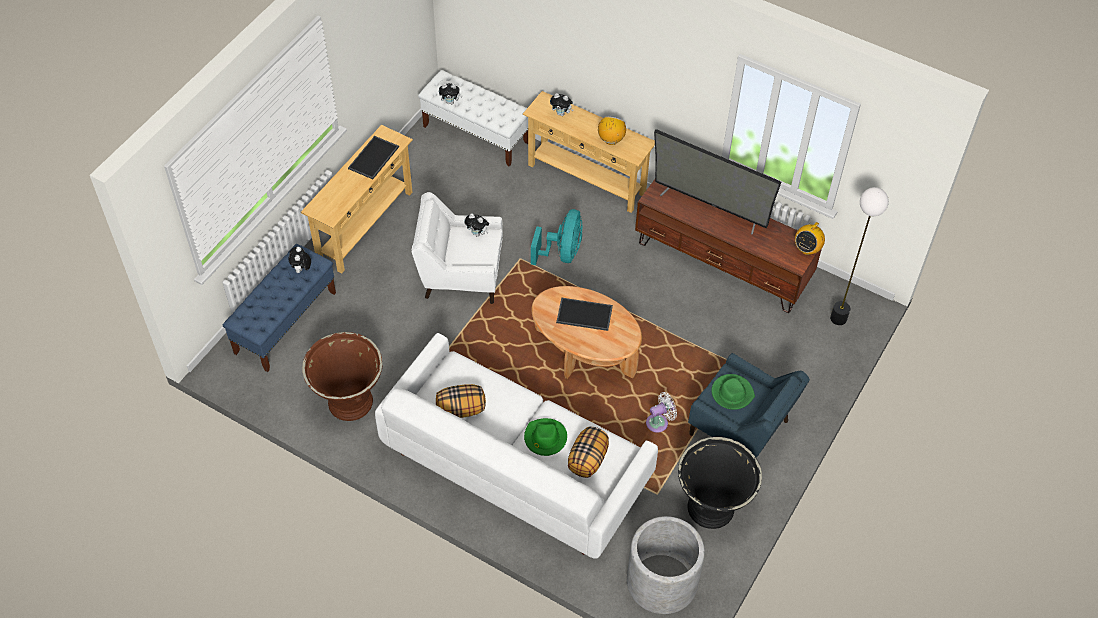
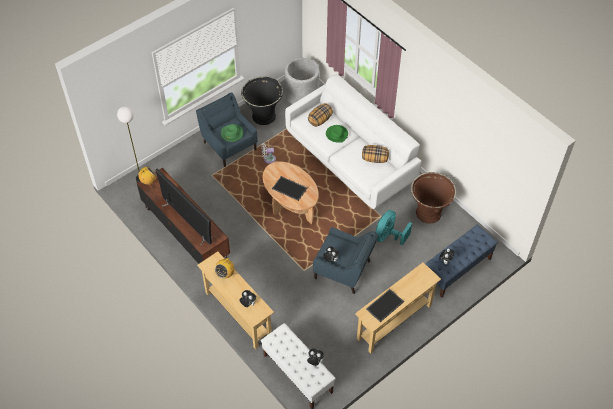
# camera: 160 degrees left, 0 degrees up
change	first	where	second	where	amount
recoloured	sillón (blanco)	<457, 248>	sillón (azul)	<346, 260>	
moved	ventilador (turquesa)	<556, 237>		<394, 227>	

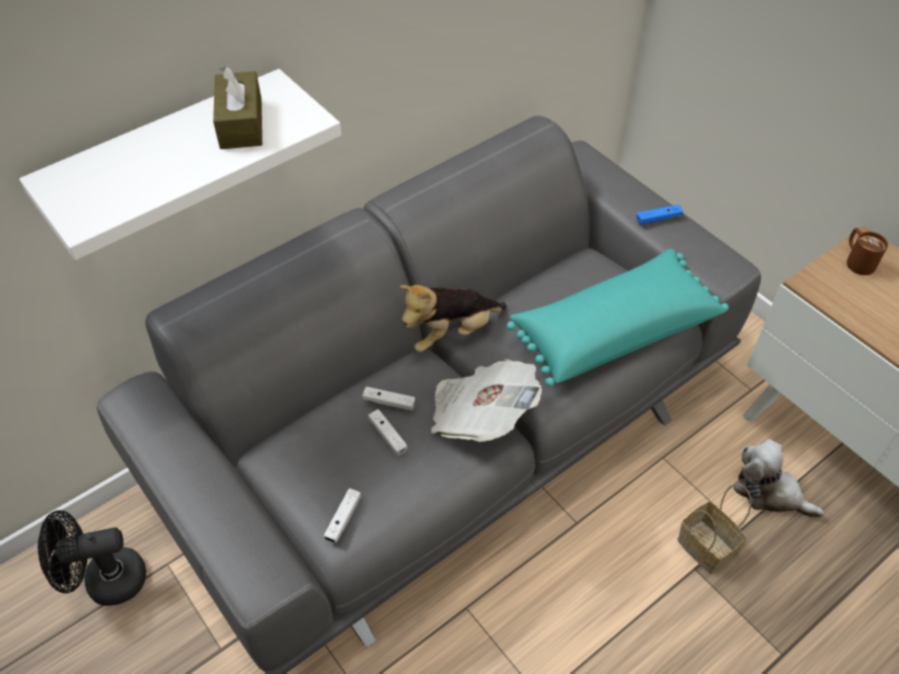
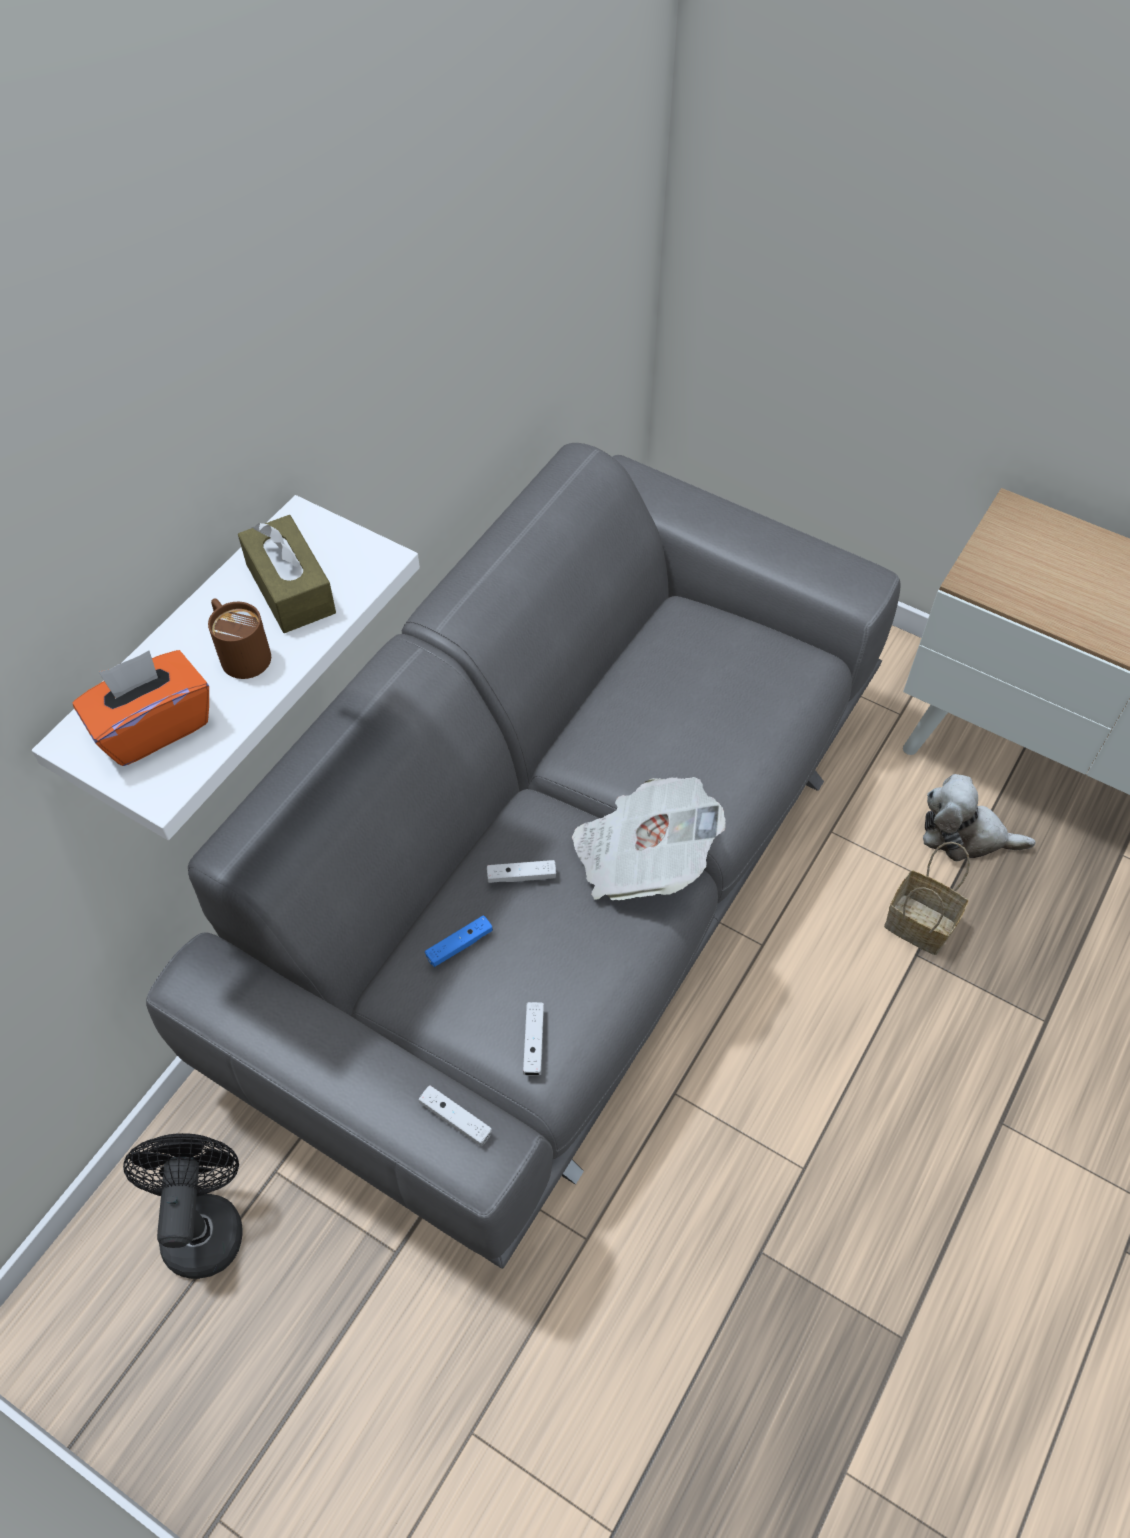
# camera: 20 degrees left, 5 degrees up
change	first	where	second	where	amount
moved	mando de consola (azul)	<659, 215>		<459, 941>	
moved	taza grande (marrón)	<867, 251>		<239, 638>	
removed	cojín (turquesa)	<618, 318>			
removed	peluche	<453, 318>			
moved	mando de consola (blanco)	<387, 432>		<455, 1115>	
turned	ventilador (negro)	<92, 558>		<182, 1206>	120 degrees clockwise
added			caja de pañuelos (naranja)	<141, 708>	

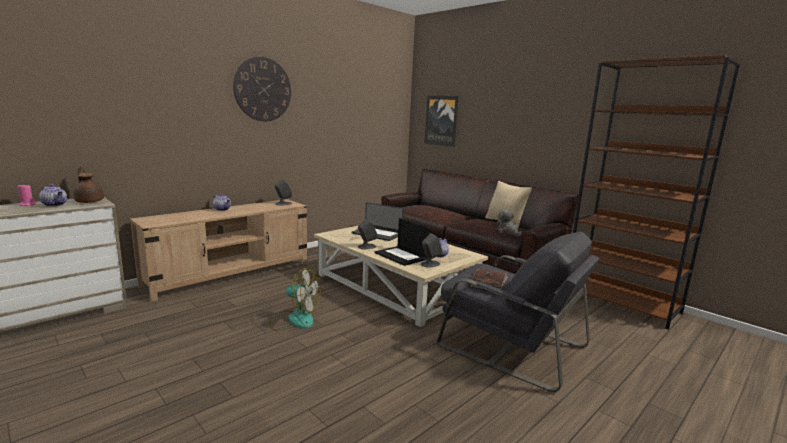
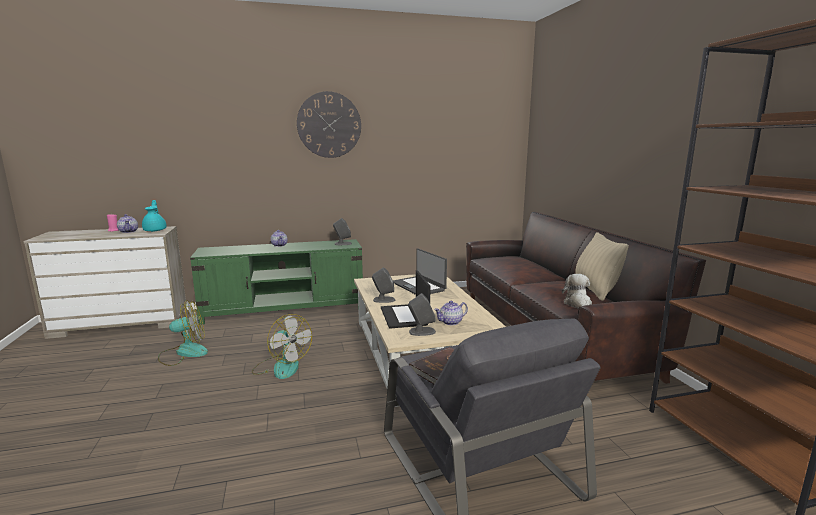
# camera: 30 degrees right, 0 degrees up
change	first	where	second	where	amount
removed	cuadro	<441, 121>			
recoloured	tetera (marrón)	<88, 184>	tetera (turquesa)	<154, 216>	
recoloured	mueble de televisión (beis)	<218, 250>	mueble de televisión (verde)	<276, 282>	
added			ventilador	<183, 333>	

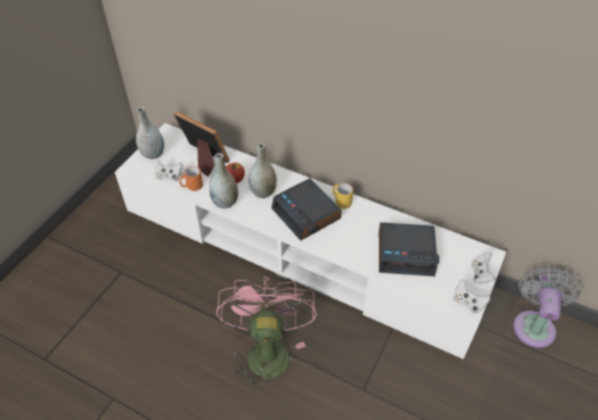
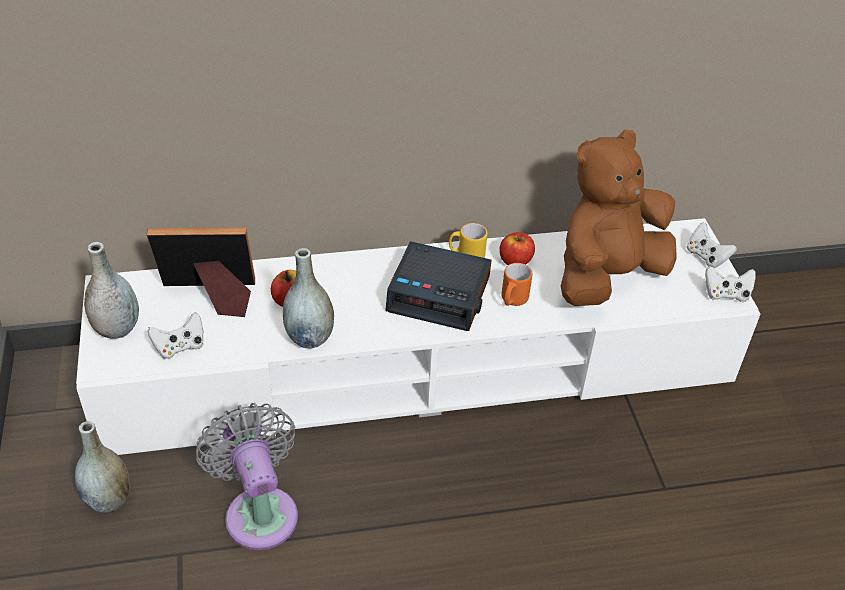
# camera: 40 degrees left, 5 degrees down
change	first	where	second	where	amount
moved	florero (gris)	<262, 170>		<102, 467>	
moved	taza grande (naranja)	<191, 178>		<517, 284>	
replaced	despertador	<409, 249>	peluche (marrón)	<619, 217>	
moved	ventilador (gris)	<547, 307>		<247, 476>	
removed	ventilador (rosa)	<266, 333>			
added			manzana	<517, 248>	

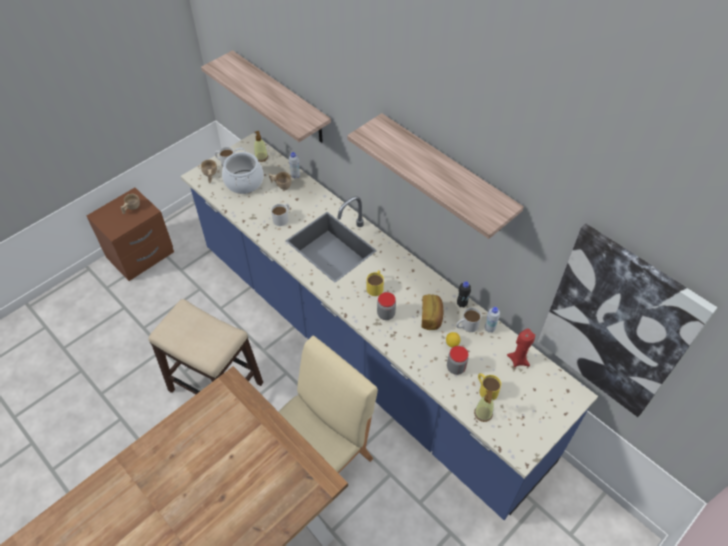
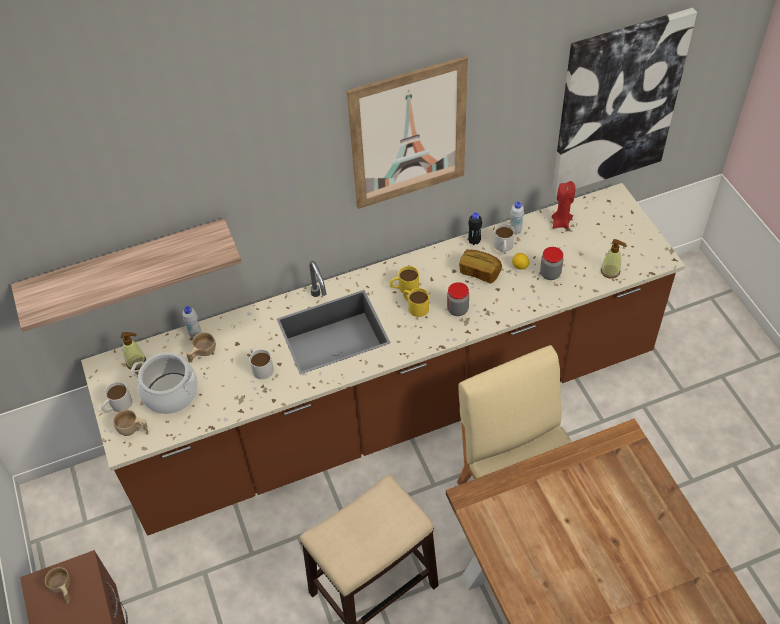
# camera: 65 degrees left, 0 degrees up
change	first	where	second	where	amount
replaced	estante	<435, 176>	cuadro	<407, 132>	
recoloured	mueble bajo de cocina (azul)	<389, 326>	mueble bajo de cocina (marrón)	<383, 359>	
moved	taza grande (amarillo)	<489, 386>		<404, 280>	

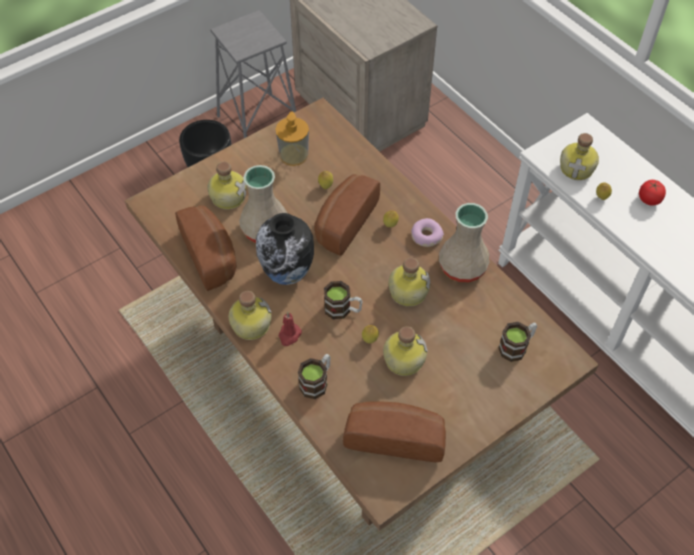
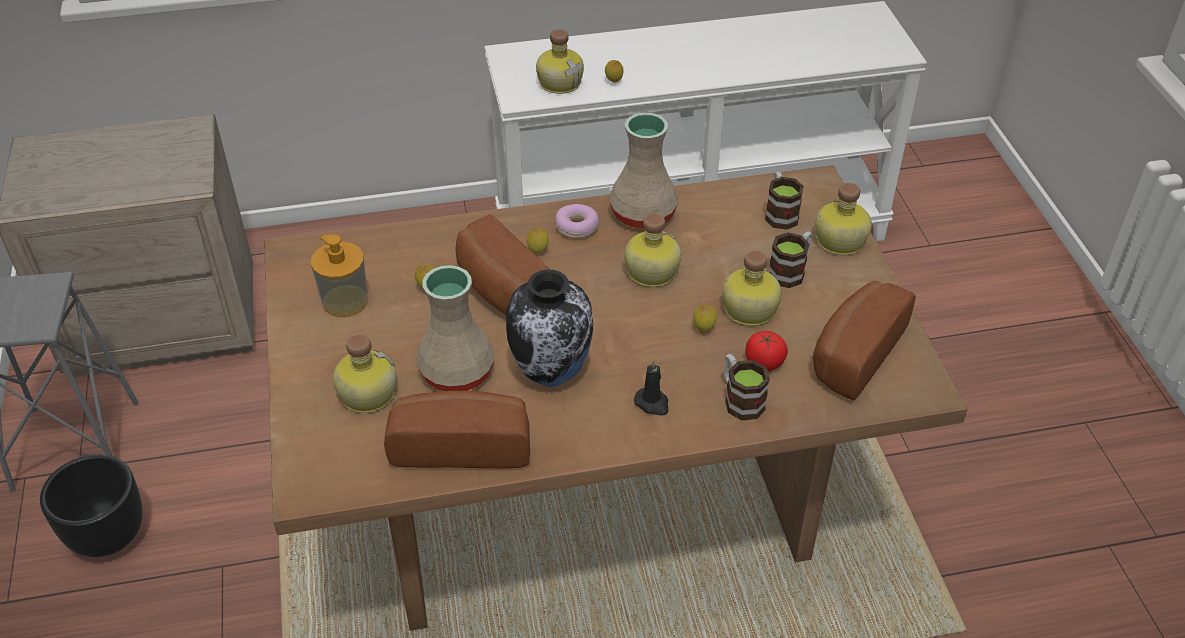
# camera: 65 degrees left, 10 degrees down
change	first	where	second	where	amount
moved	tomate	<652, 192>		<766, 351>	
moved	taza grande	<343, 300>		<790, 259>	
moved	botella	<250, 315>		<843, 219>	
recoloured	vela (rojo)	<290, 329>	vela (negro)	<651, 387>	

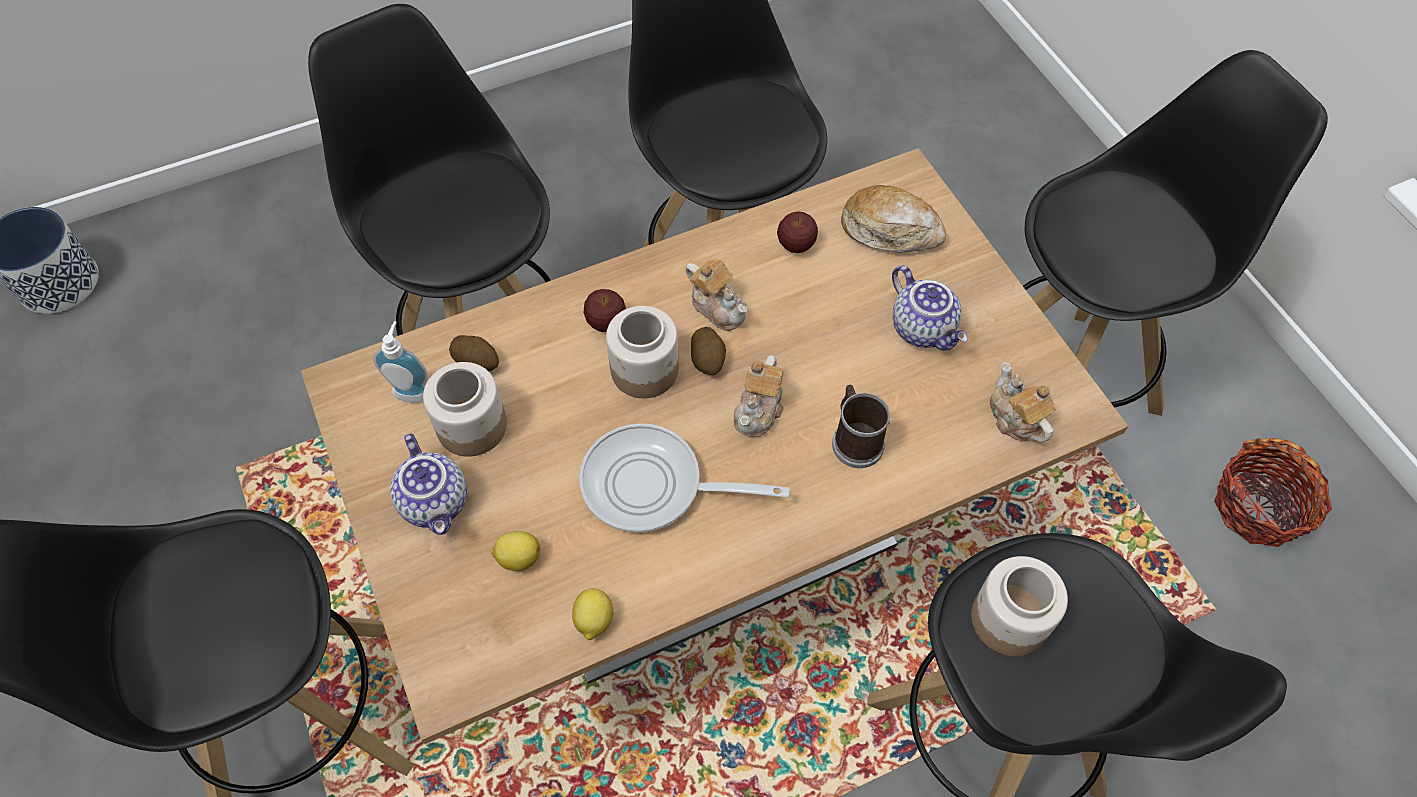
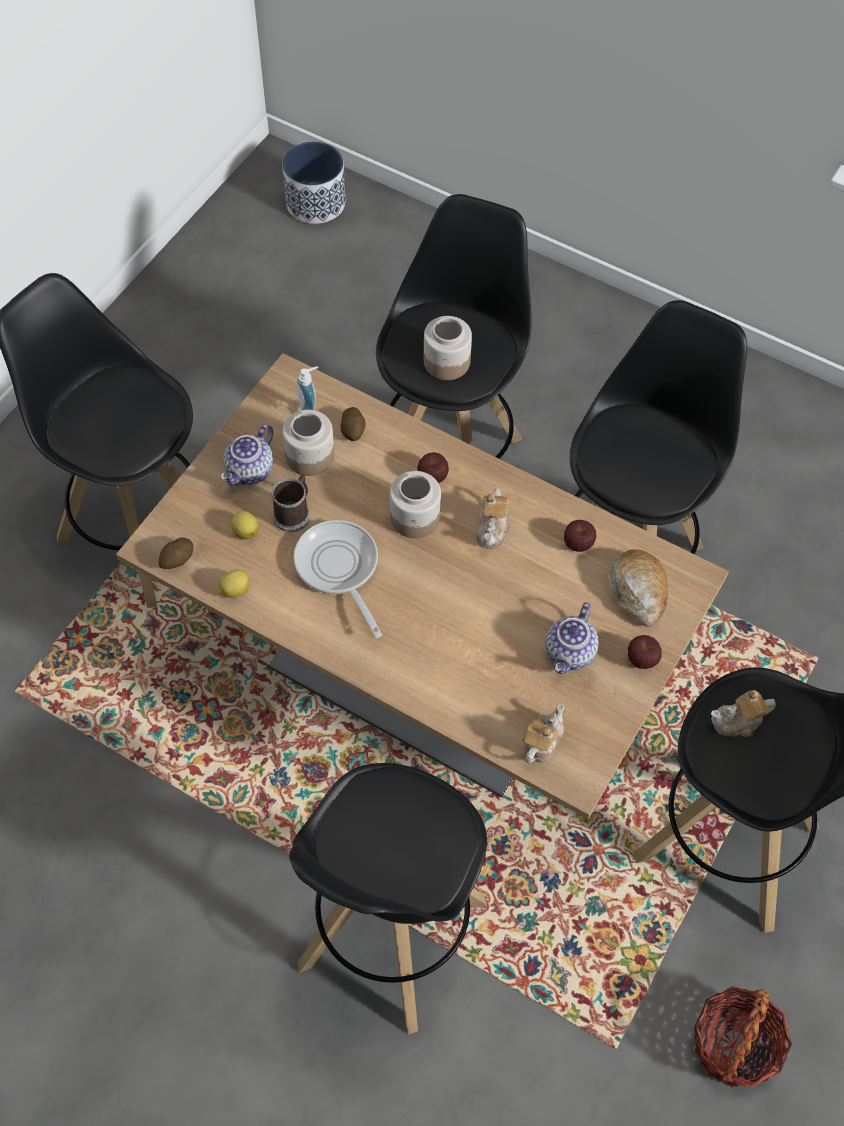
# camera: 55 degrees right, 0 degrees up
change	first	where	second	where	amount
moved	patata	<708, 351>		<176, 553>	
moved	tetera	<759, 396>		<743, 713>	
moved	taza grande	<861, 426>		<290, 503>	
moved	tarro	<1019, 606>		<448, 348>	
added			manzana	<645, 652>	

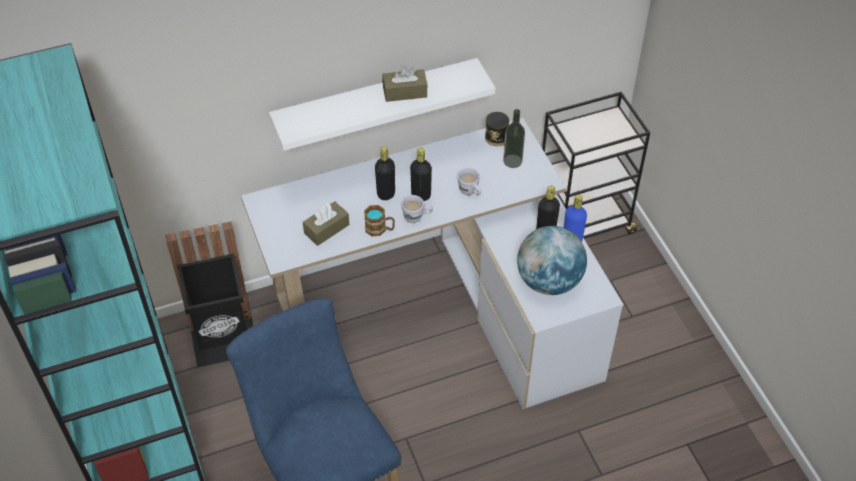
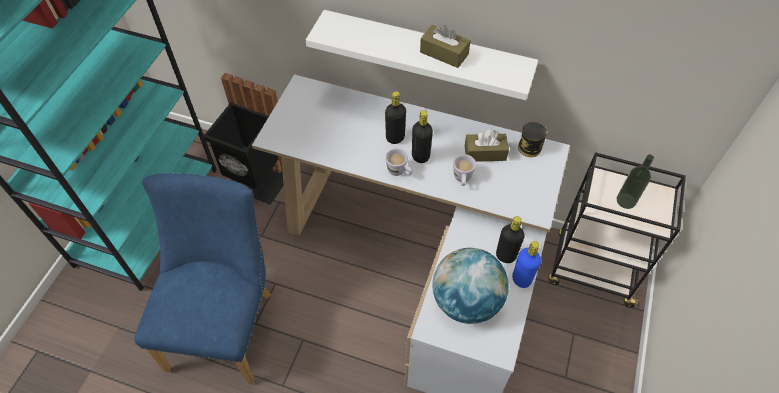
# camera: 40 degrees right, 5 degrees up
change	first	where	second	where	amount
moved	botella	<514, 138>		<635, 181>	
moved	caja de pañuelos (marrón)	<326, 223>		<487, 145>	
removed	taza grande	<379, 220>			

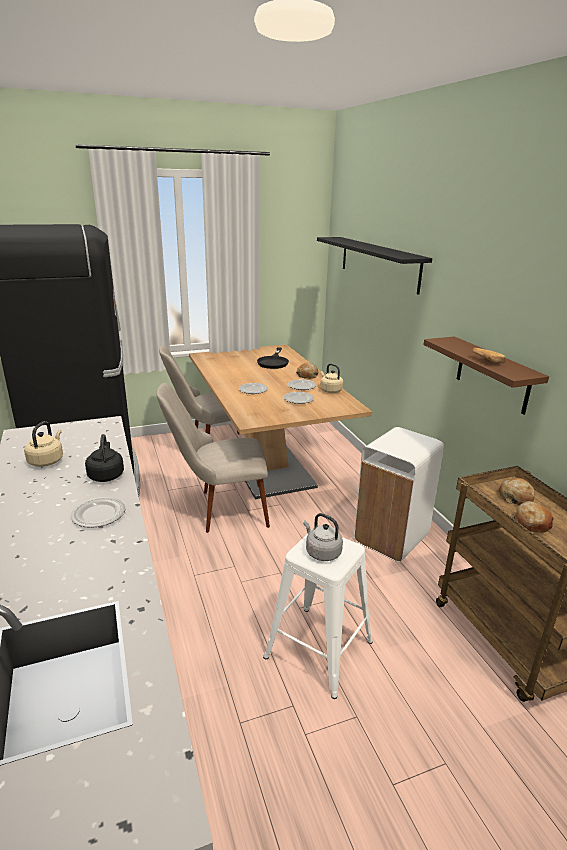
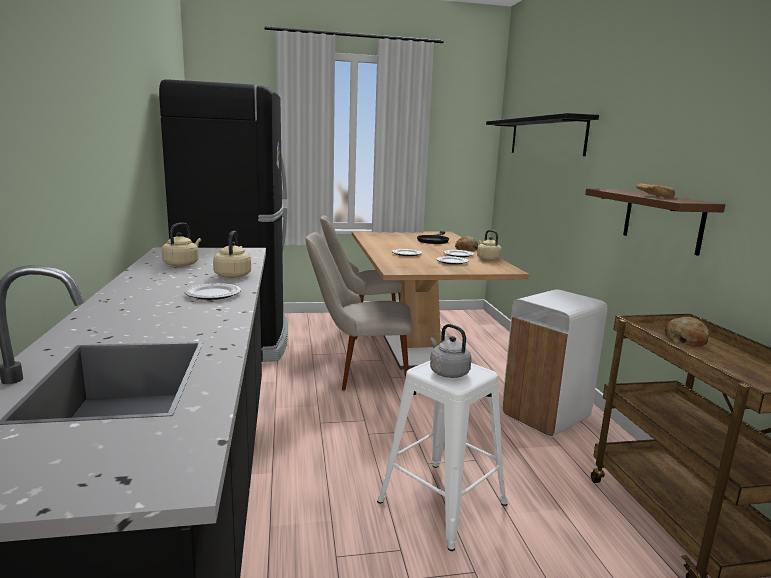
# camera: 10 degrees right, 10 degrees down
change	first	where	second	where	amount
recoloured	hervidor (negro)	<104, 458>	hervidor (beis)	<232, 254>	
removed	pan	<533, 517>			

